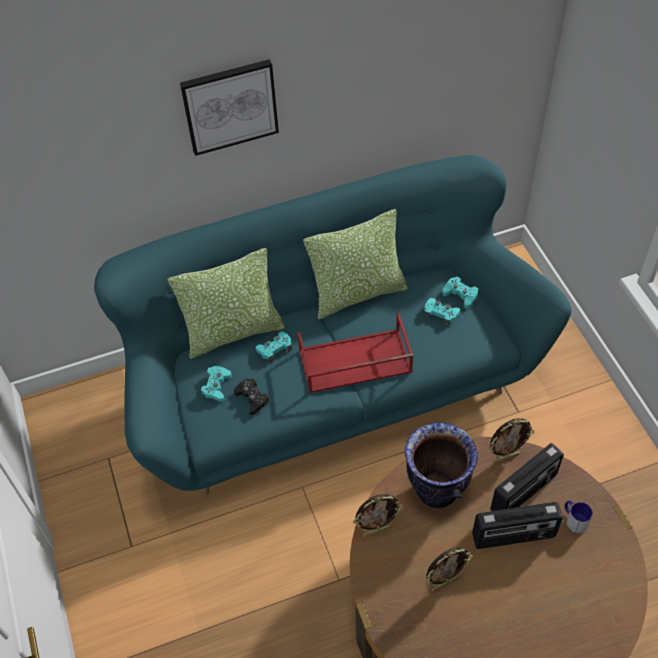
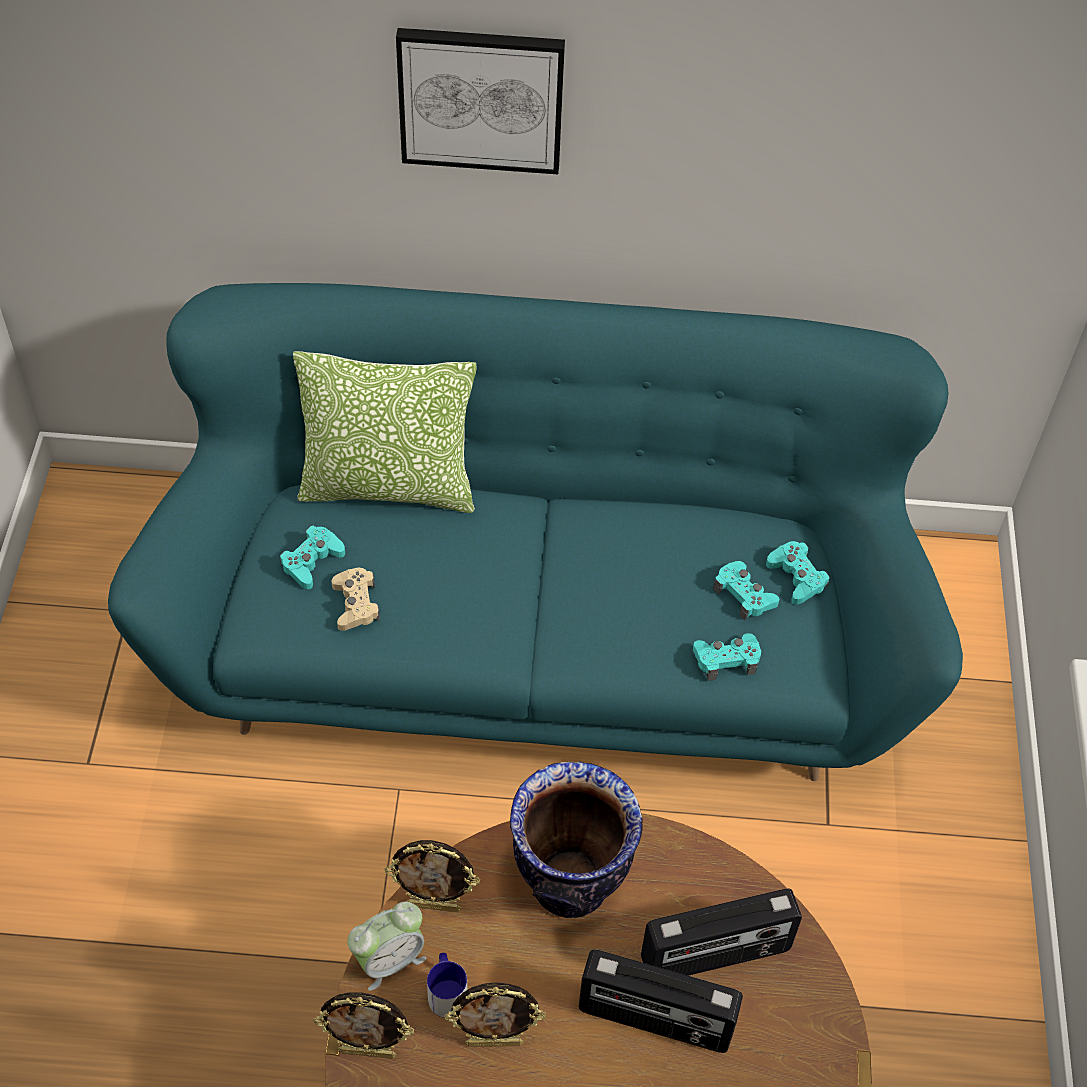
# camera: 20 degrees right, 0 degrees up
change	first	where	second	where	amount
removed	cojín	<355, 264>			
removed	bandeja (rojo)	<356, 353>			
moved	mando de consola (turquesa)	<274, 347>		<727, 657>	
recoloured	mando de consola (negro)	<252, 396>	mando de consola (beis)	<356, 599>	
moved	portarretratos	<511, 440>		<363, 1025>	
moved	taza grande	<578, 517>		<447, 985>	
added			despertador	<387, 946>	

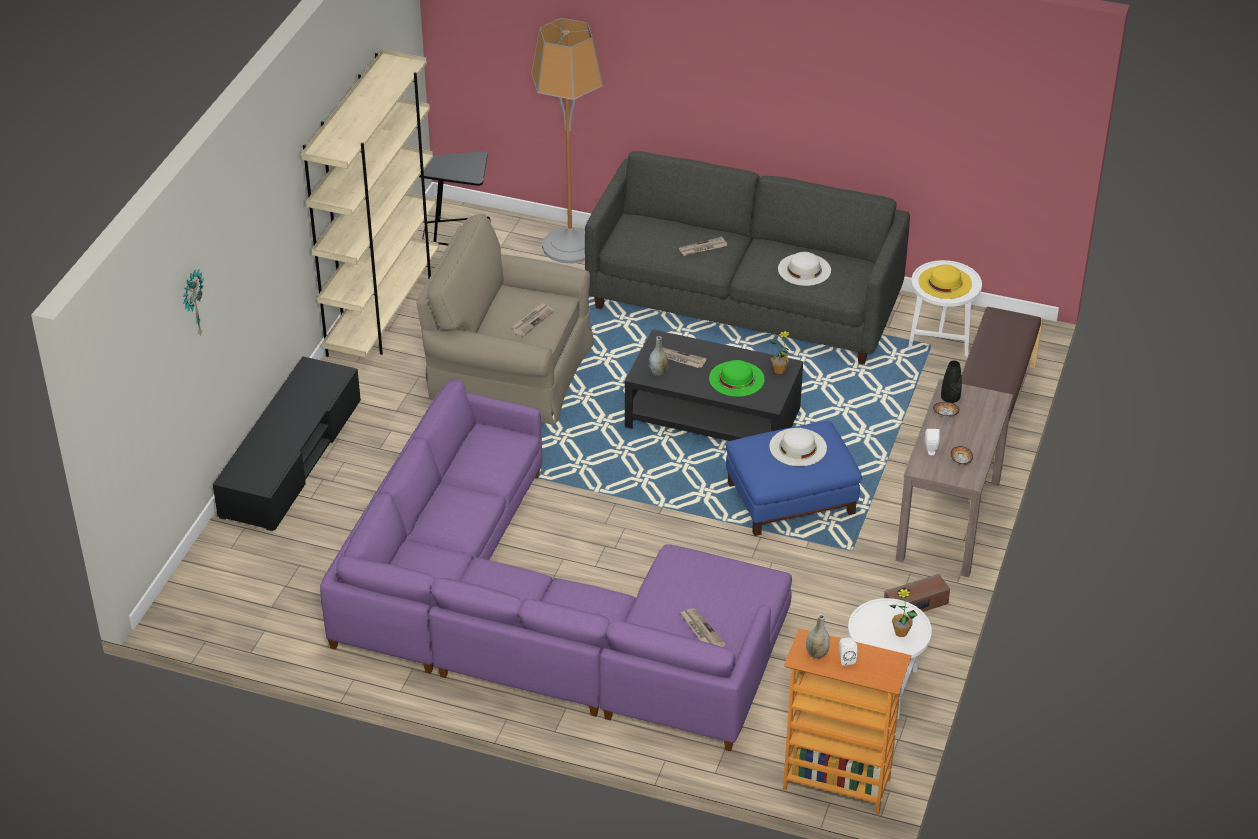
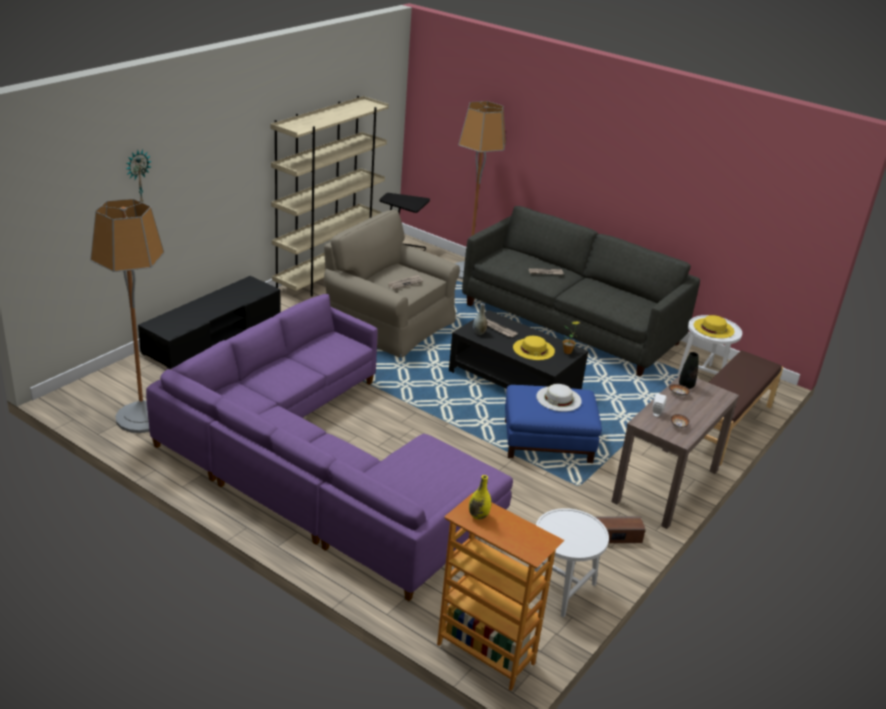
# camera: 15 degrees right, 10 degrees down
change	first	where	second	where	amount
removed	sombrero (blanco)	<804, 269>			
recoloured	sombrero (verde)	<737, 378>	sombrero (amarillo)	<534, 348>	
removed	planta en maceta	<903, 612>			
removed	periódico	<703, 627>			
recoloured	florero (gris)	<818, 636>	florero (amarillo)	<480, 497>	
removed	altavoz (blanco)	<848, 651>			
added			lámpara de pie	<127, 316>	

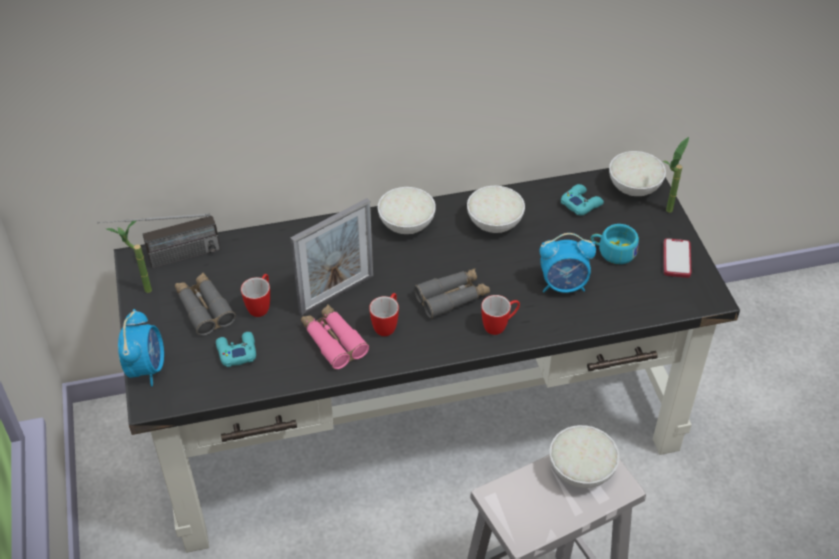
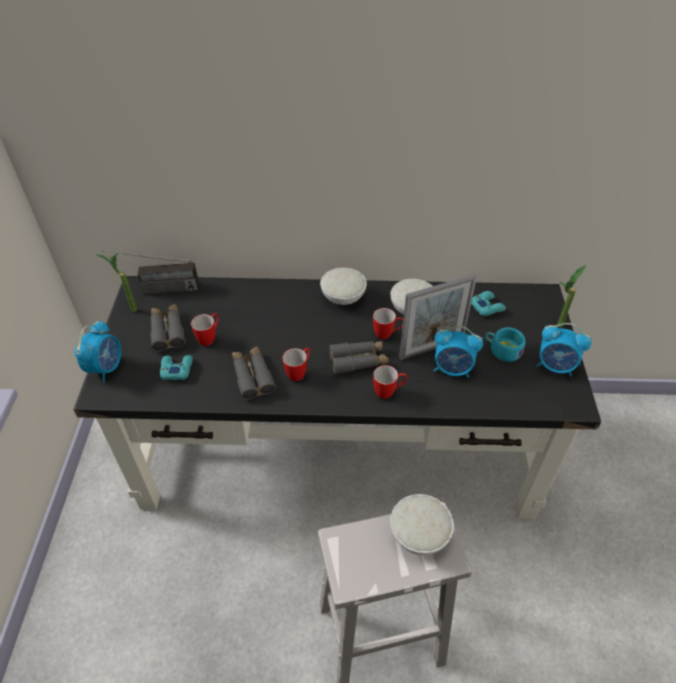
# camera: 15 degrees right, 0 degrees up
change	first	where	second	where	amount
removed	cuenco (blanco)	<637, 173>			
moved	portarretratos	<331, 257>		<438, 317>	
replaced	móvil	<677, 258>	despertador	<564, 350>	
recoloured	prismáticos (rosa)	<335, 336>	prismáticos (gris)	<254, 373>	
added			taza grande	<388, 323>	

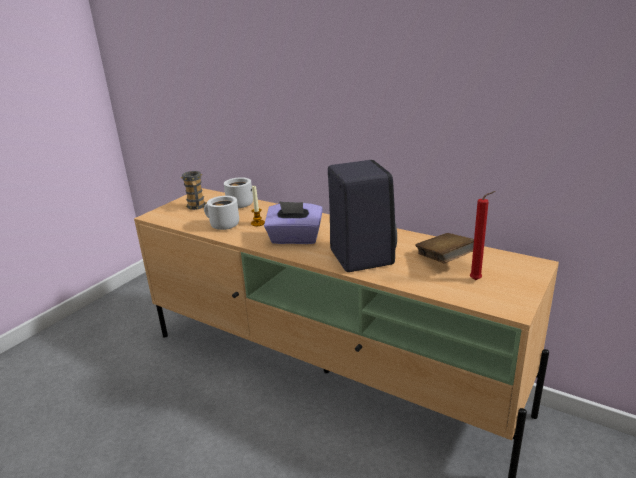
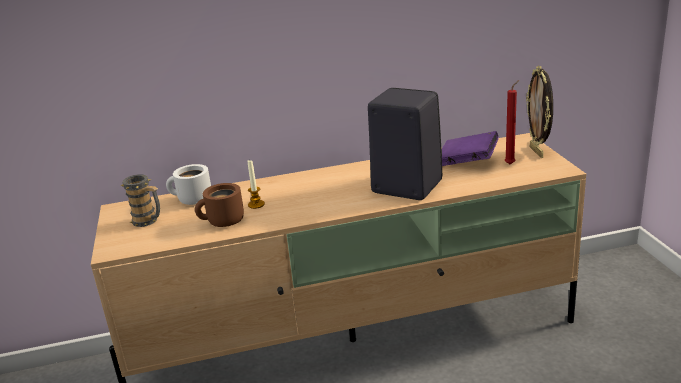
# camera: 45 degrees left, 0 degrees up
change	first	where	second	where	amount
recoloured	taza grande (blanco)	<221, 213>	taza grande (marrón)	<219, 205>	
removed	caja de pañuelos (morado)	<293, 222>			
recoloured	libro (marrón)	<444, 248>	libro (morado)	<470, 148>	
added			portarretratos	<539, 111>	

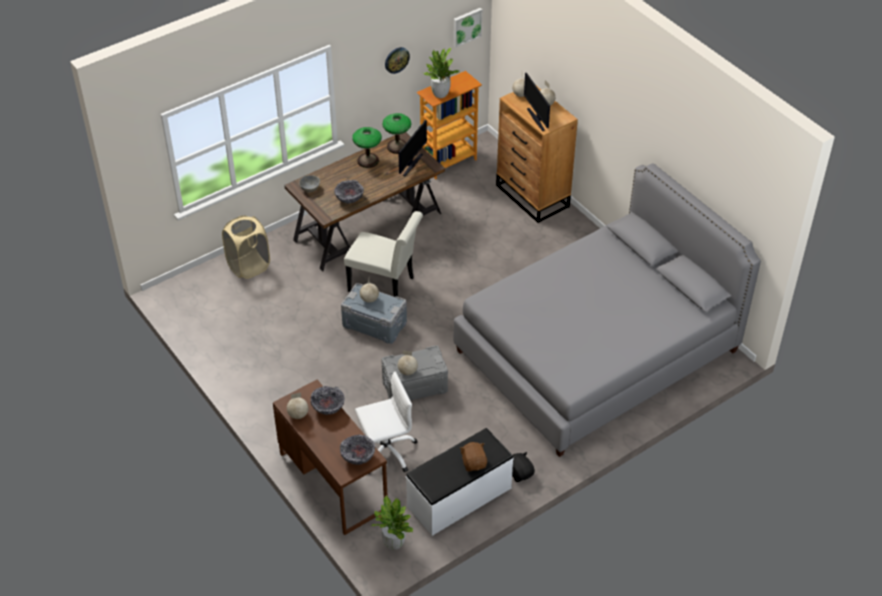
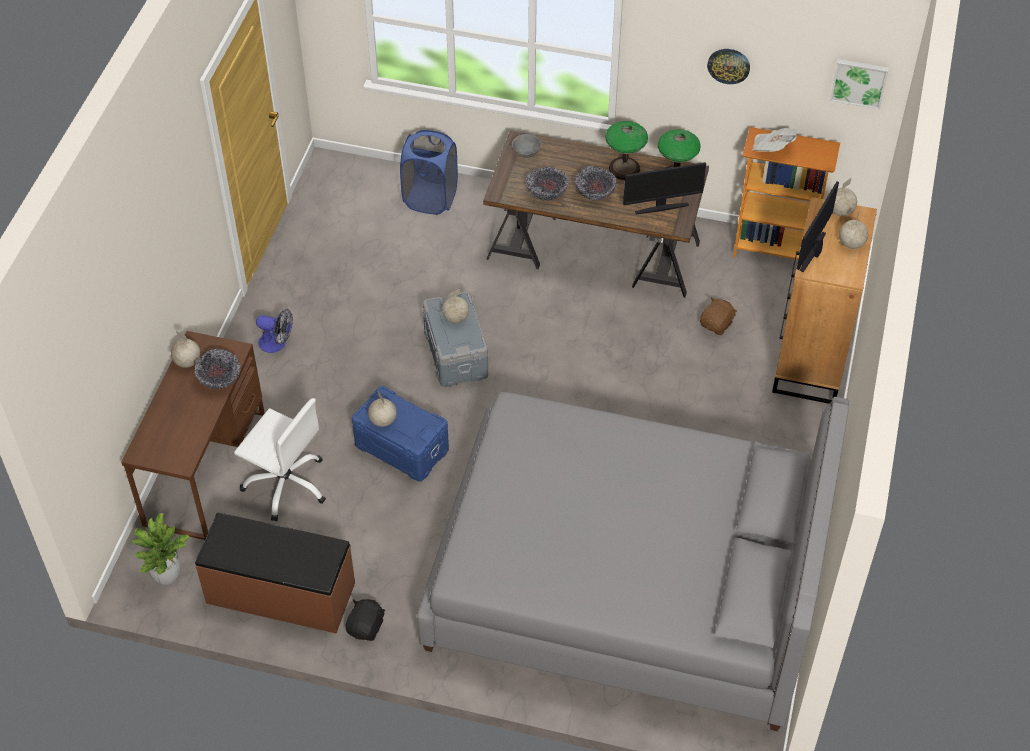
# camera: 50 degrees right, 5 degrees up
change	first	where	second	where	amount
replaced	planta en maceta	<441, 73>	periódico	<774, 140>	
removed	silla (blanco)	<383, 254>			
recoloured	cesto de la ropa (beis)	<246, 247>	cesto de la ropa (azul)	<429, 172>	
recoloured	caja de almacenaje (gris)	<414, 372>	caja de almacenaje (azul)	<400, 434>	
recoloured	banco (blanco)	<459, 482>	banco (marrón)	<275, 573>	
moved	cuenco	<357, 450>		<595, 183>	
moved	peluche (marrón)	<473, 456>		<718, 316>	
added			ventilador	<274, 331>	

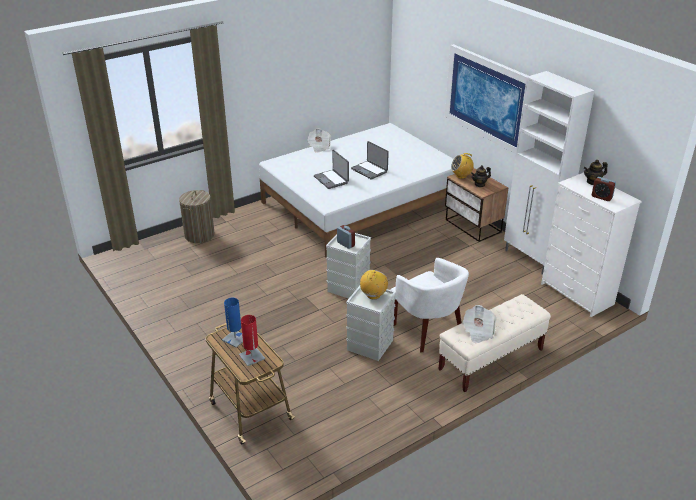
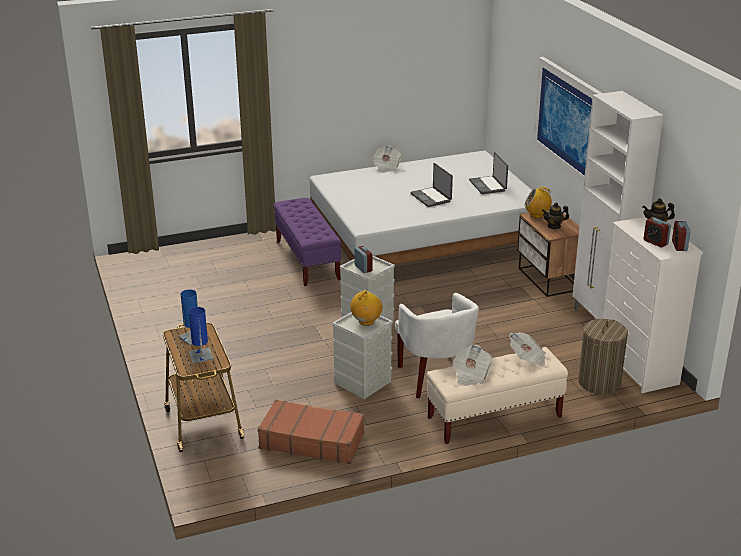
# camera: 15 degrees right, 5 degrees down
change	first	where	second	where	amount
moved	portátil	<331, 169>		<488, 173>	
moved	cesto de la ropa	<197, 216>		<603, 356>	
recoloured	lámpara de mesa (rojo)	<252, 340>	lámpara de mesa (azul)	<201, 335>	
added			banco (morado)	<307, 242>	
added			despertador	<681, 236>	
added			periódico	<527, 349>	
added			maleta (marrón)	<311, 432>	

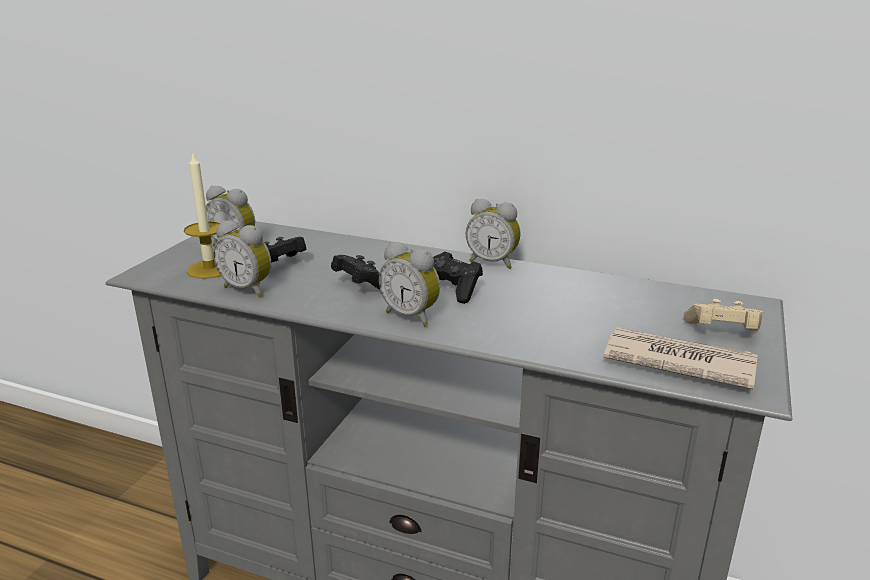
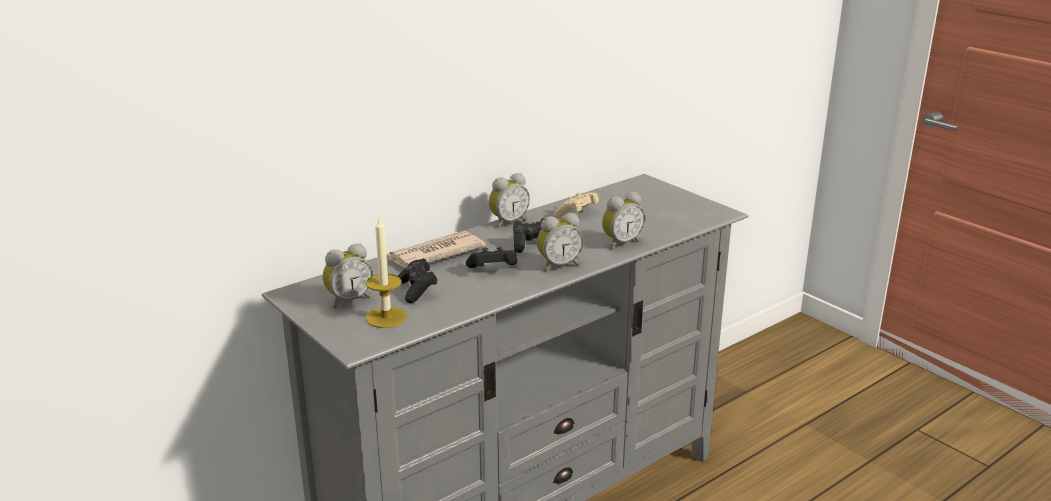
# camera: 60 degrees left, 0 degrees up
change	first	where	second	where	amount
moved	despertador	<242, 258>		<623, 220>	
moved	mando de consola (beis)	<723, 315>		<576, 205>	
moved	periódico	<680, 358>		<436, 249>	

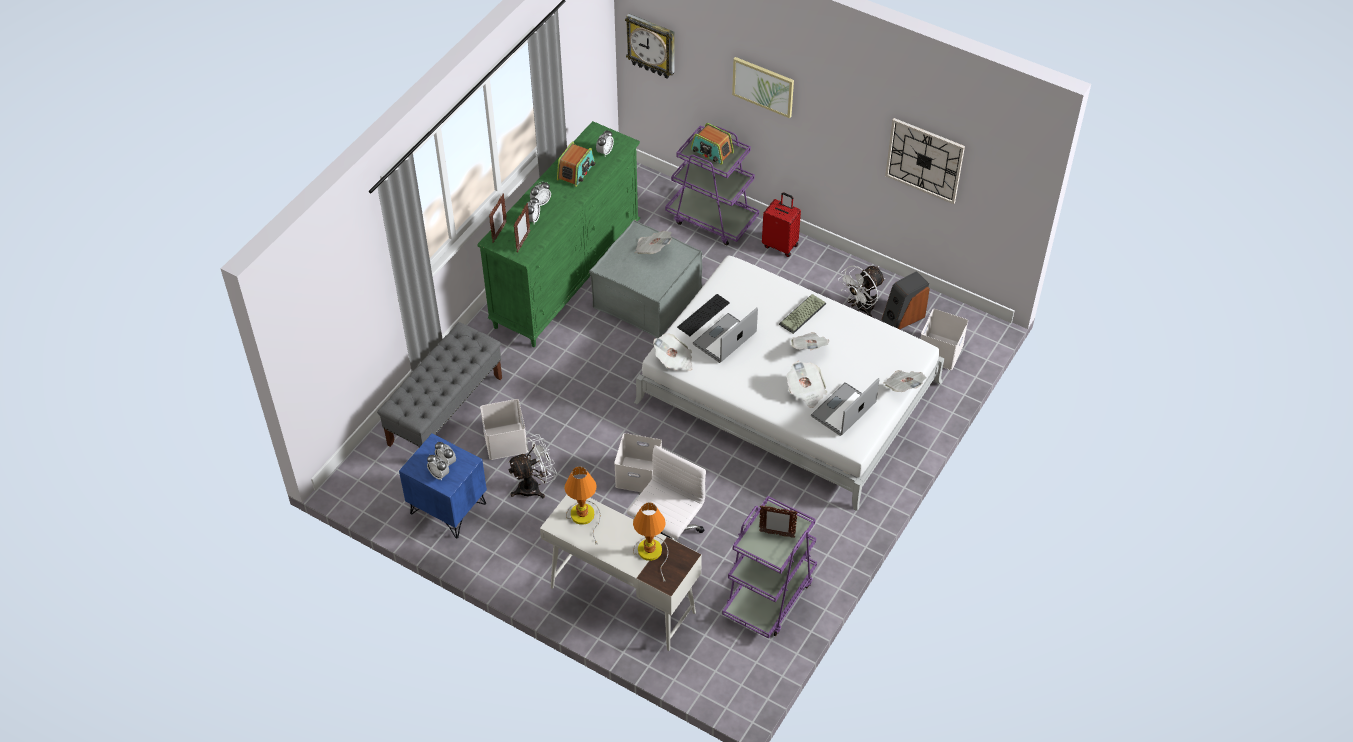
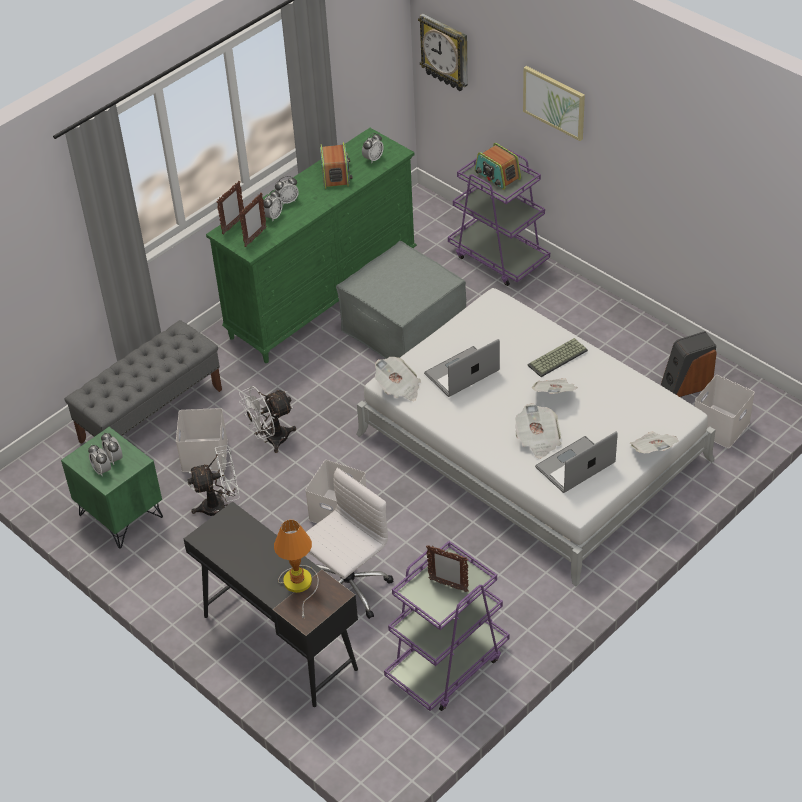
# camera: 15 degrees right, 5 degrees down
change	first	where	second	where	amount
removed	reloj de pared	<925, 161>			
turned	radio	<576, 164>		<336, 165>	45 degrees counterclockwise
removed	maleta (rojo)	<781, 224>			
removed	periódico	<653, 242>			
moved	ventilador (blanco)	<861, 291>		<267, 419>	
removed	teclado	<703, 315>			
recoloured	mesita de noche (azul)	<443, 486>	mesita de noche (verde)	<112, 488>	
removed	lámpara de mesa	<583, 505>			
recoloured	escritorio (blanco)	<621, 573>	escritorio (negro)	<271, 604>	

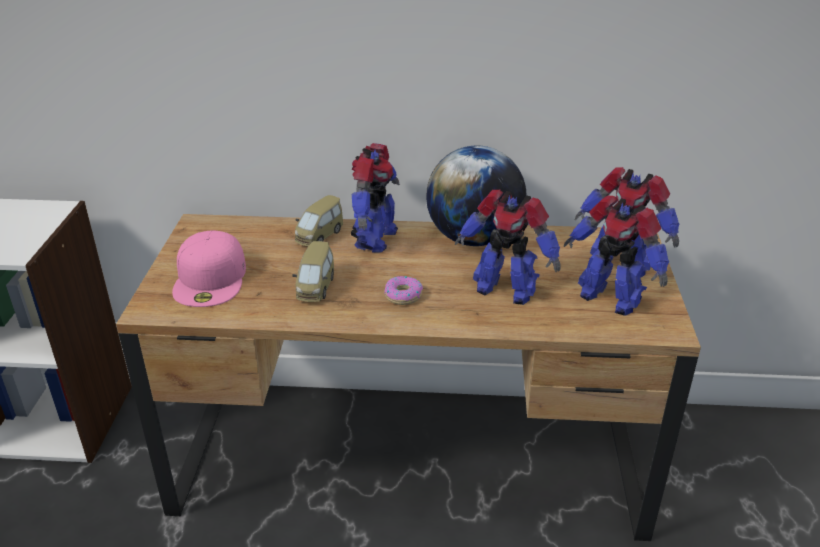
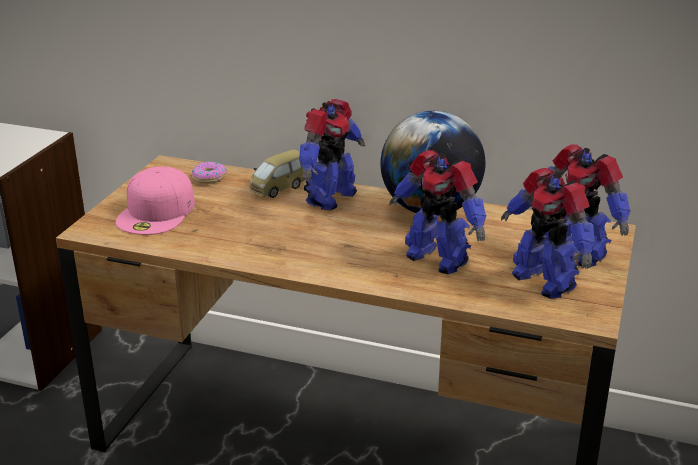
# camera: 15 degrees right, 5 degrees down
change	first	where	second	where	amount
removed	coche de juguete	<313, 271>			
moved	rosquilla	<403, 290>		<209, 173>	

